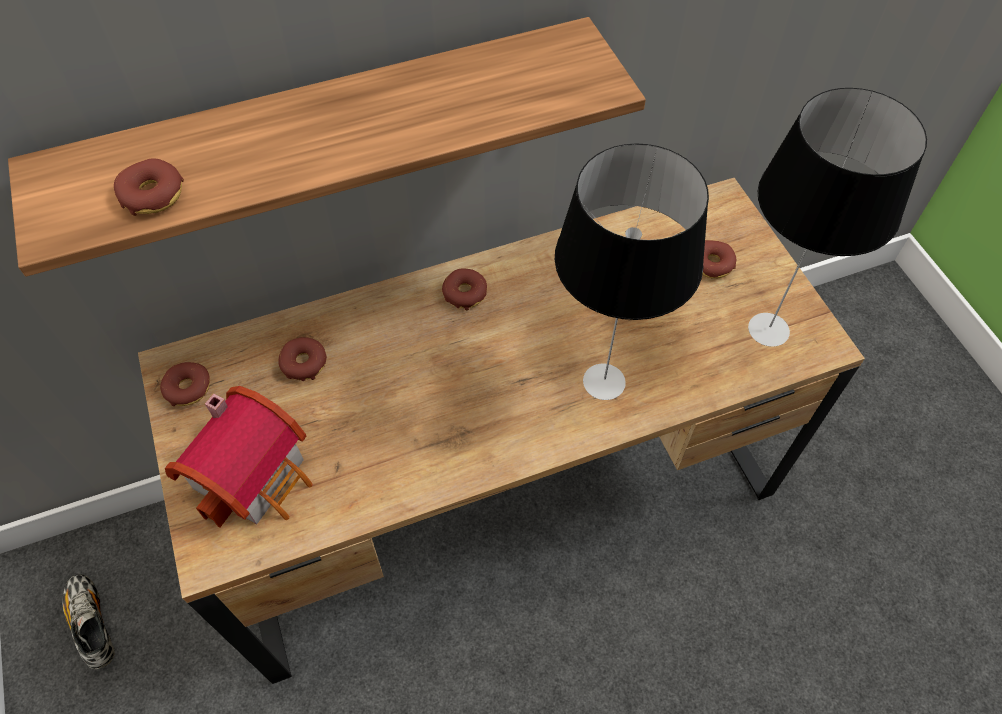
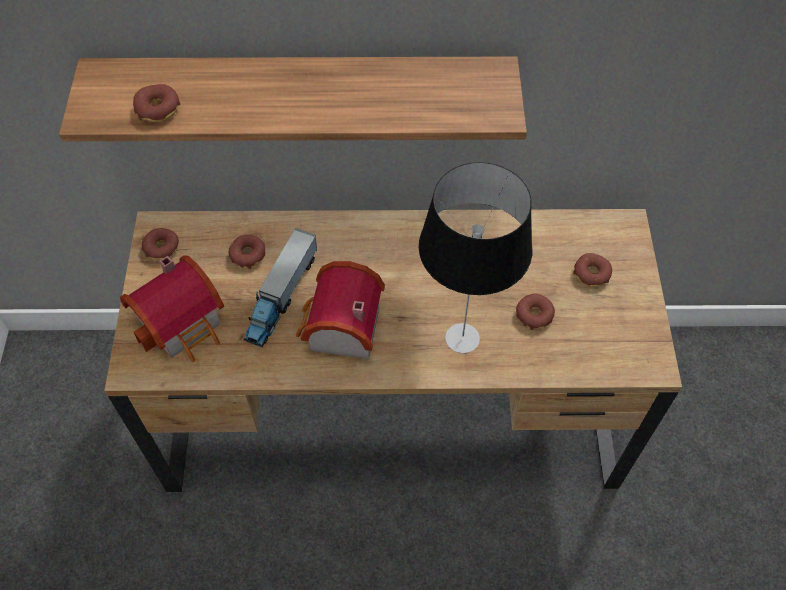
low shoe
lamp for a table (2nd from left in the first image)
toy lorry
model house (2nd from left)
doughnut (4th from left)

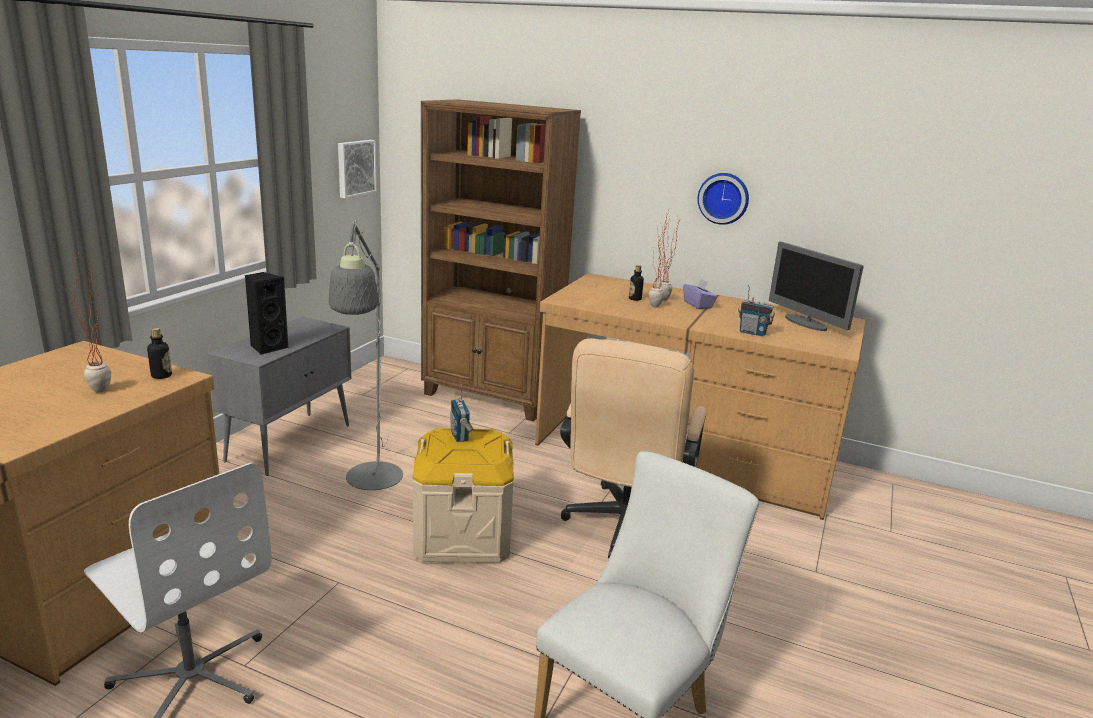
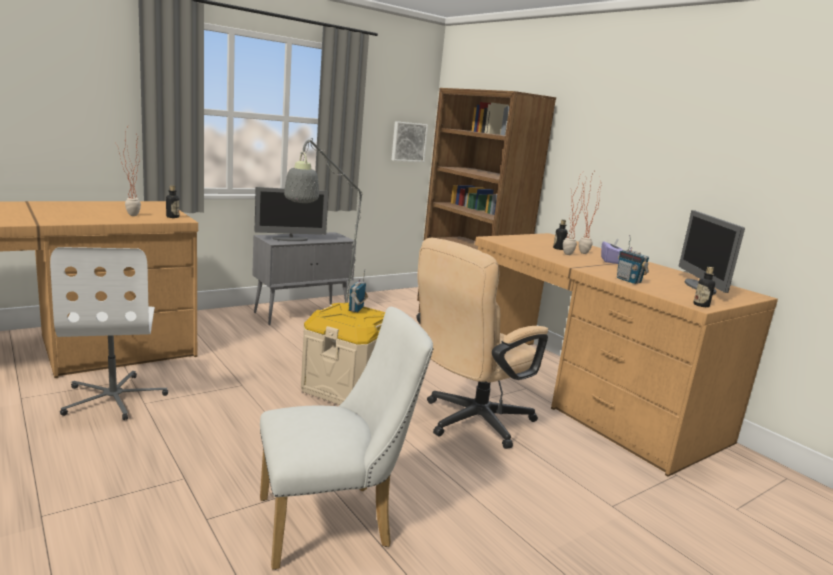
clock on the wall
bottle (3rd from left)
computer screen (1st from left)

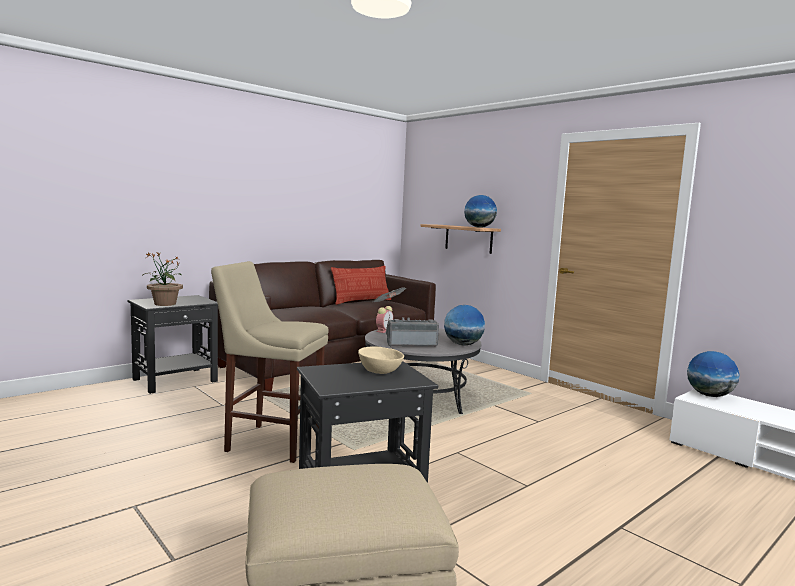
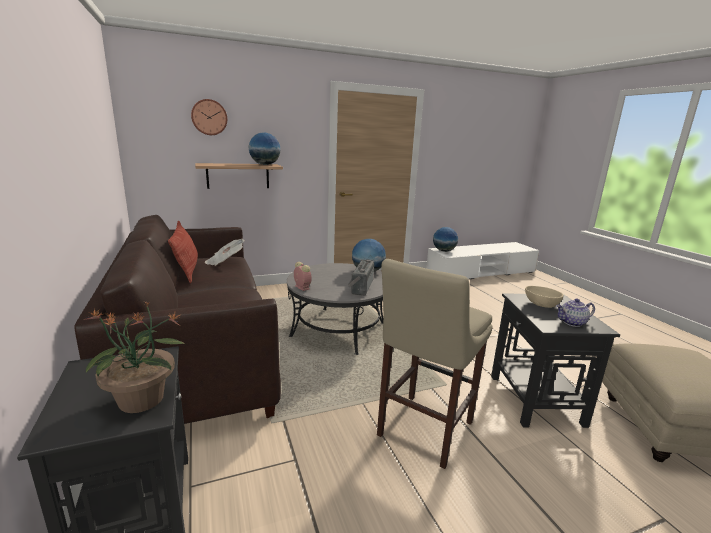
clock on the wall
tea pot

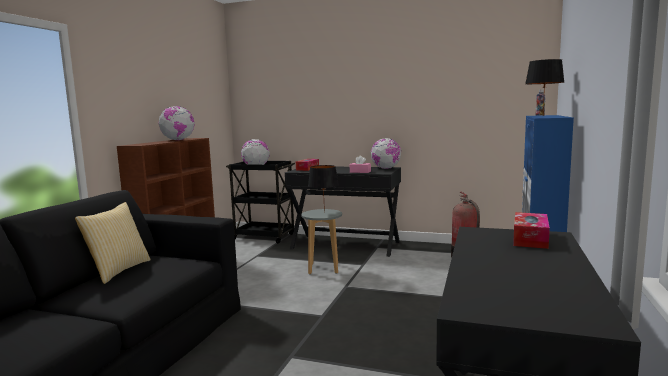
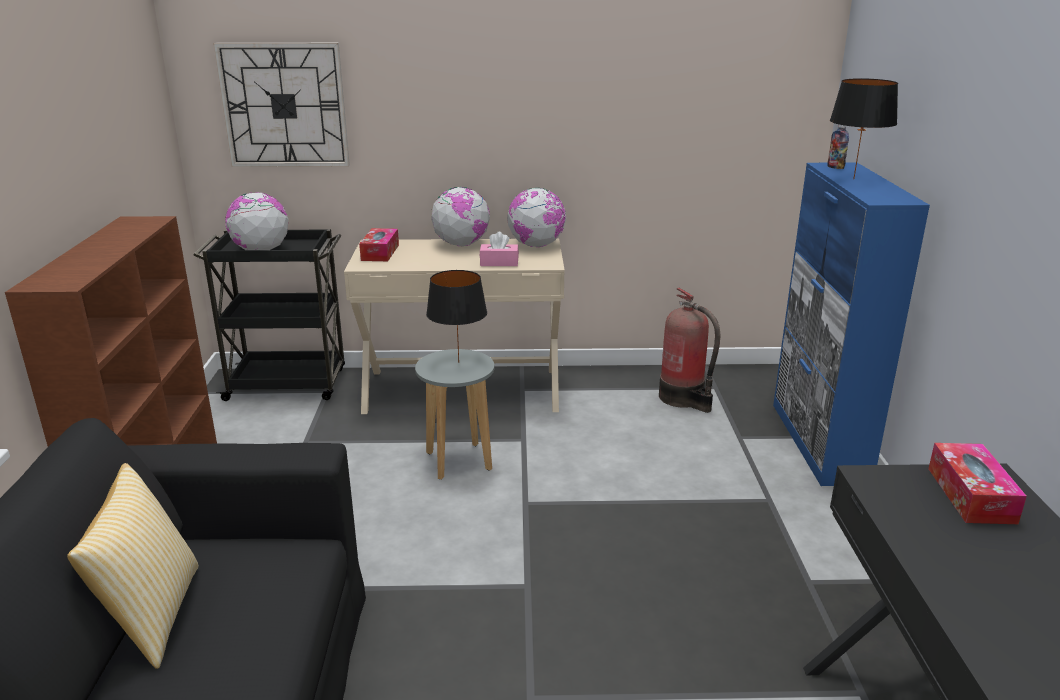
clock on the wall
world globe (2nd from left)
beige desk

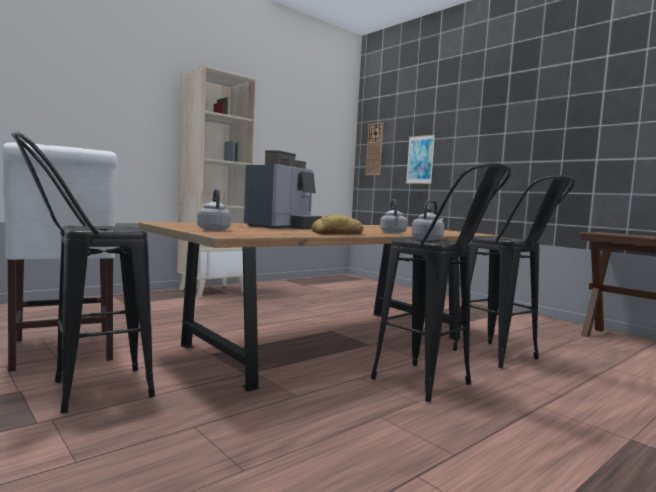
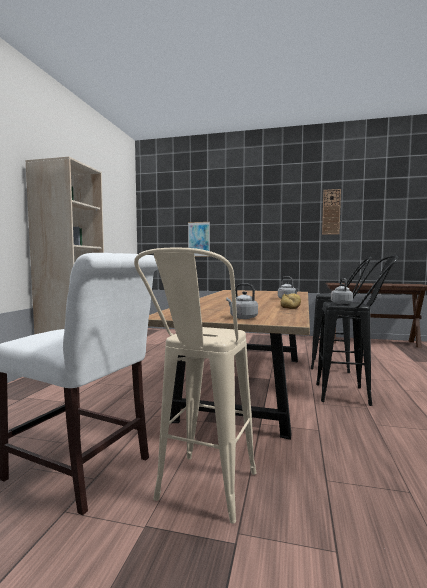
coffee machine
clock on the wall
beige sitting stool

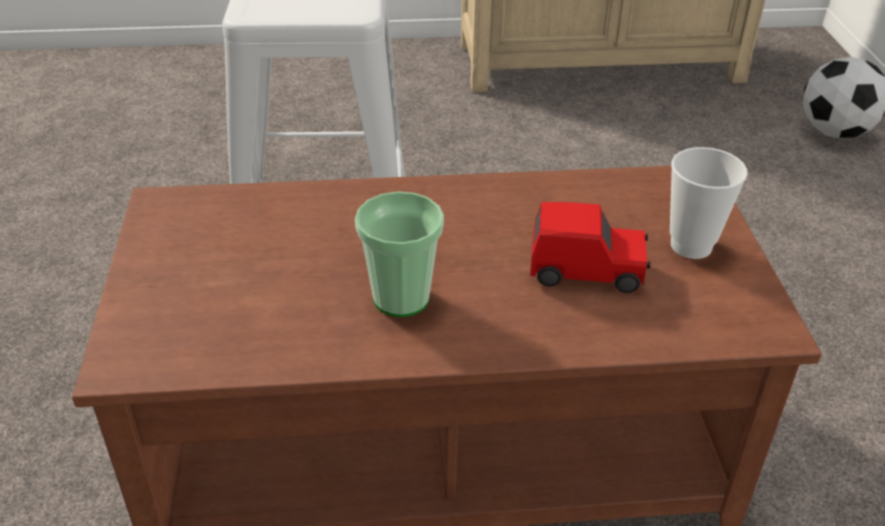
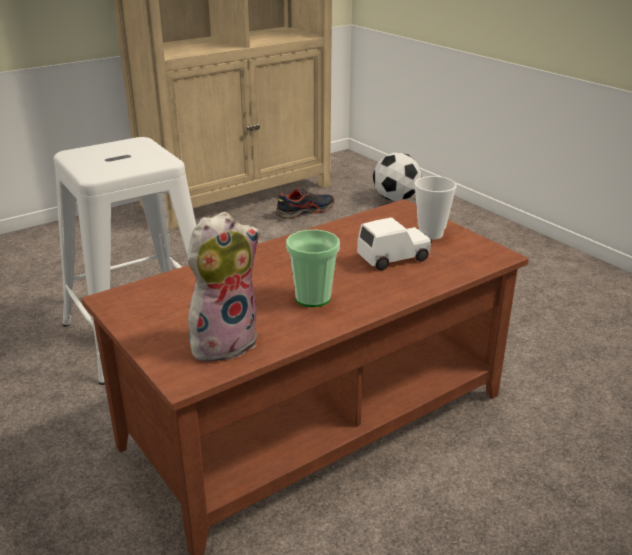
soft toy
low shoe
white-coloured toy car

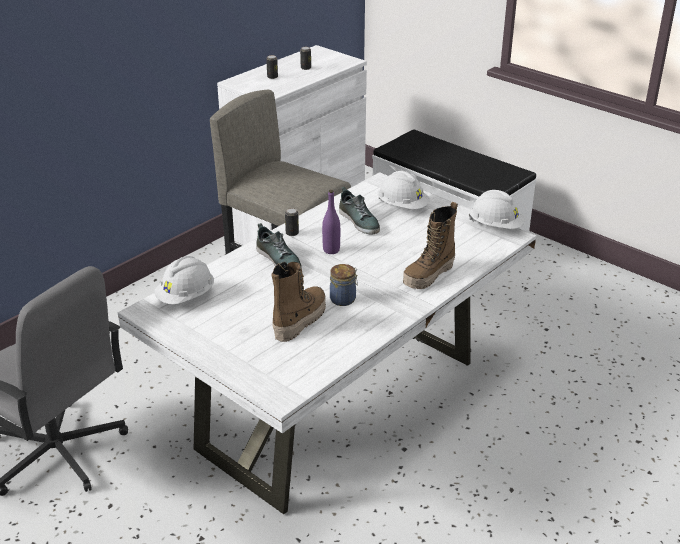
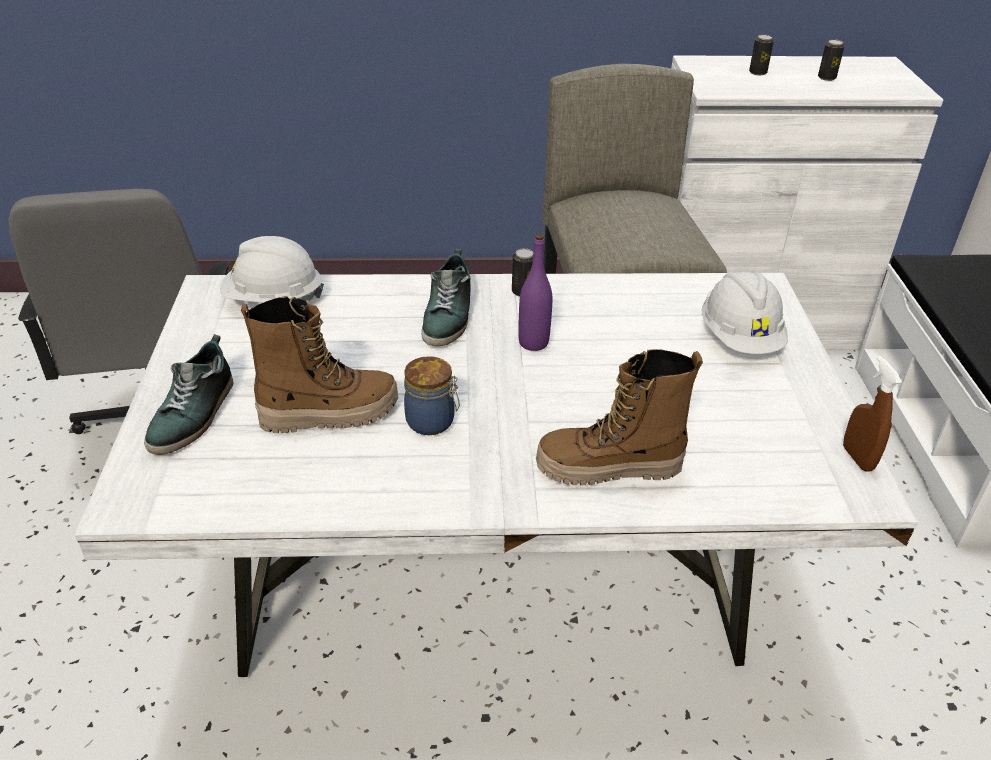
low shoe (1st from left)
brown-coloured spray bottle

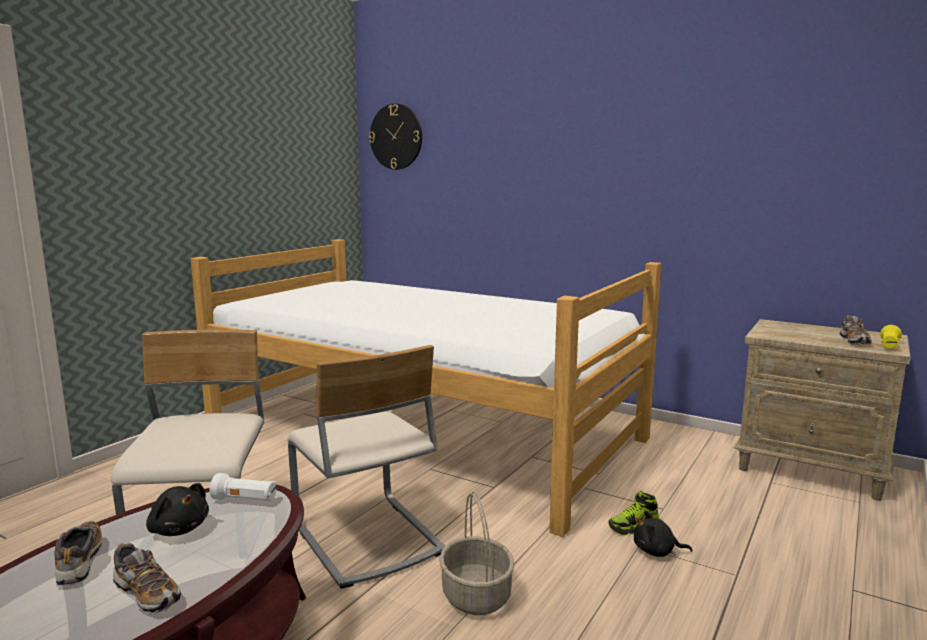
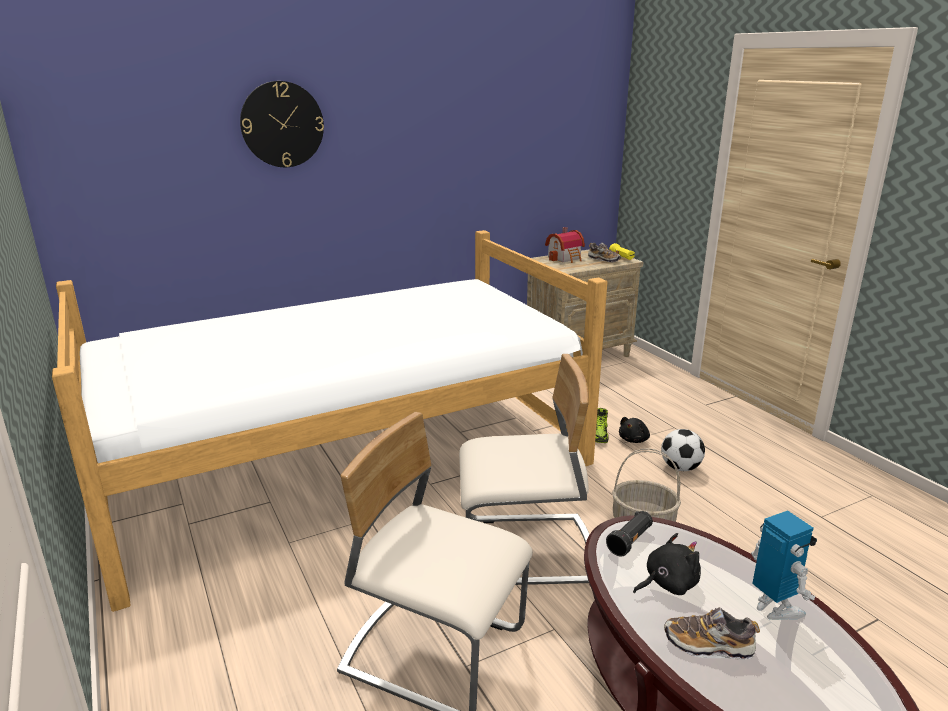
model house
football ball
clock on the wall
model robot
black-coloured flashlight

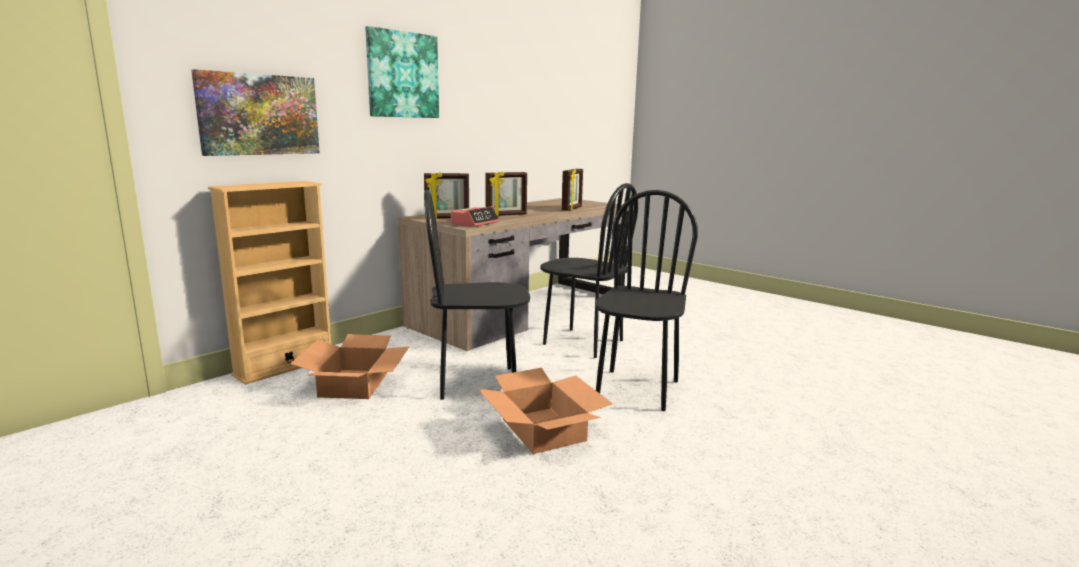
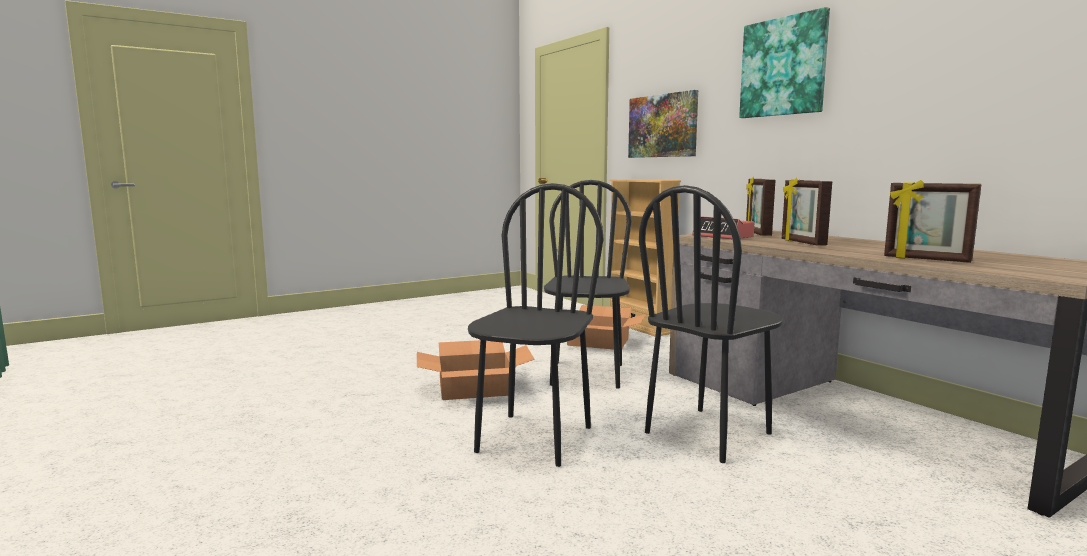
black-coloured chair (1st from left)

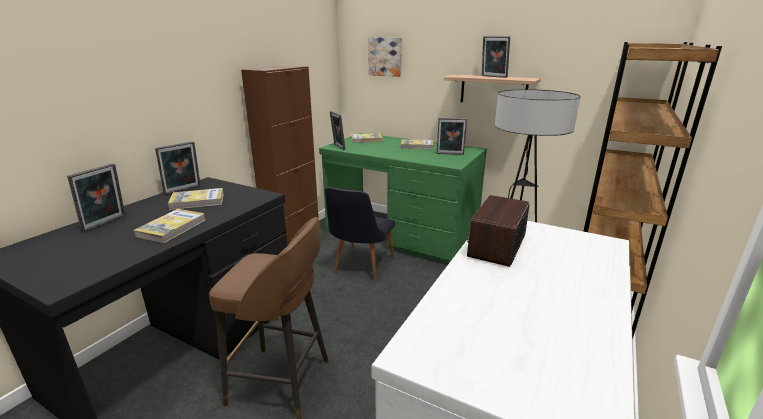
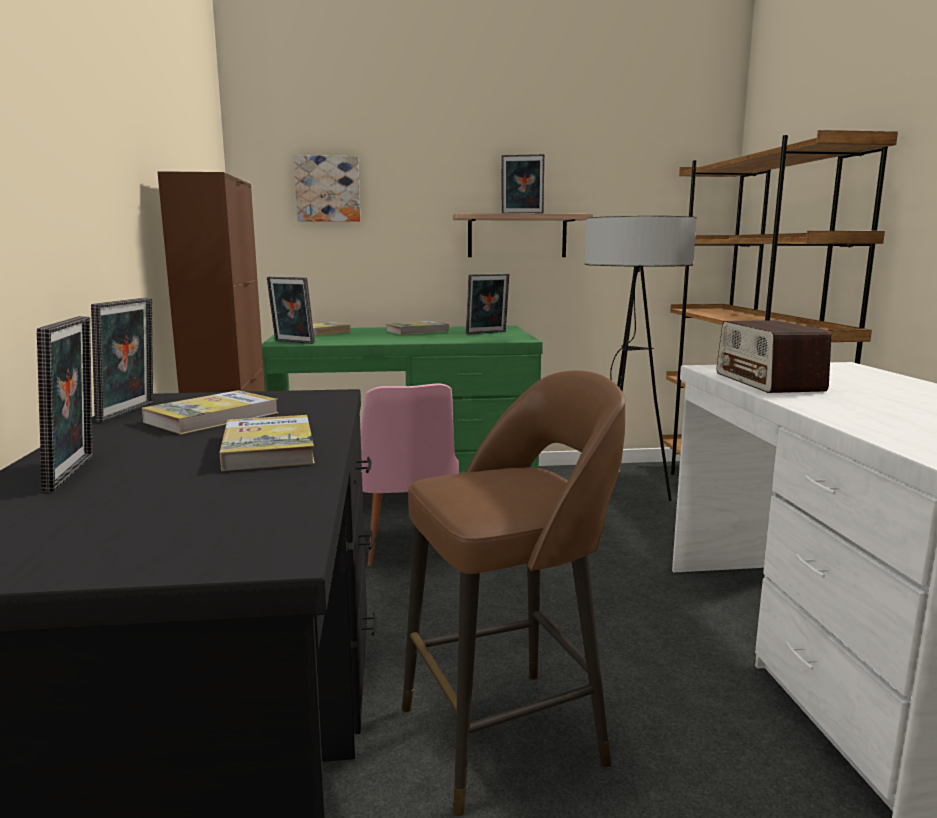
pinkish chair

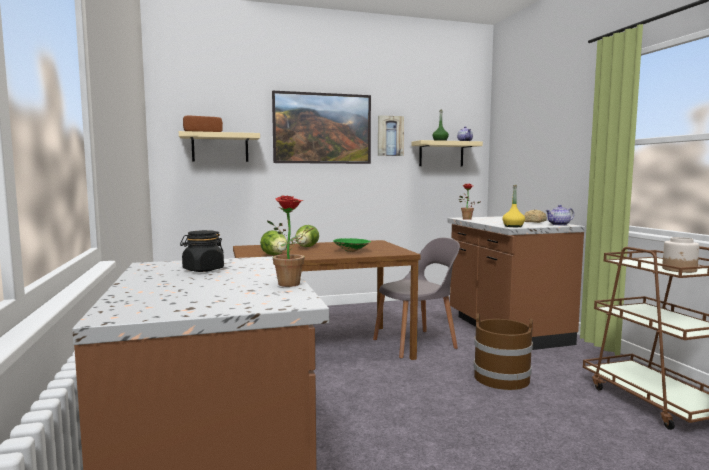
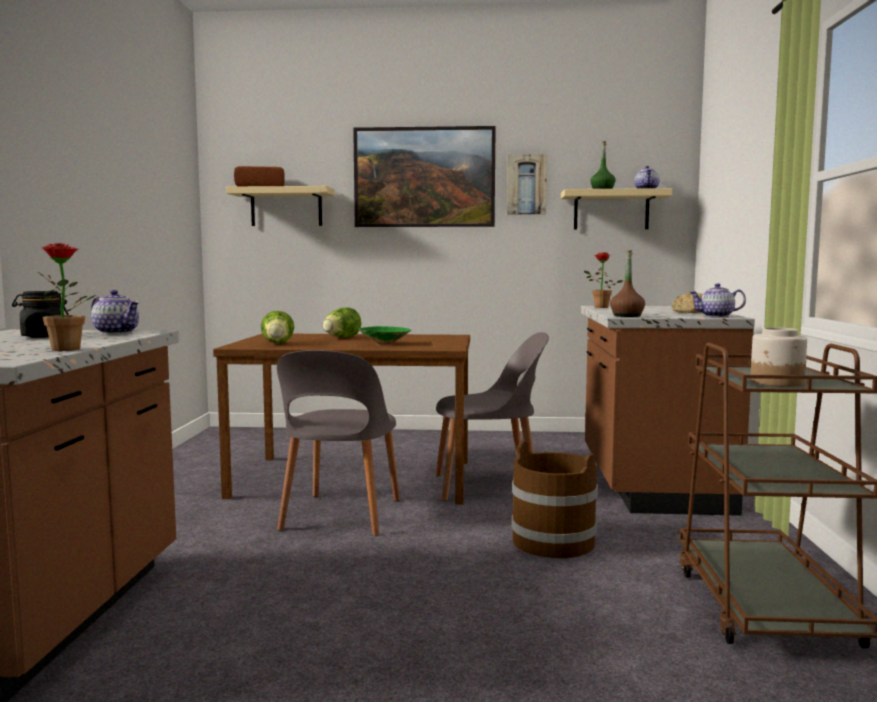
tea pot (1st from left)
greyish chair (1st from left)
brown-coloured bottle

